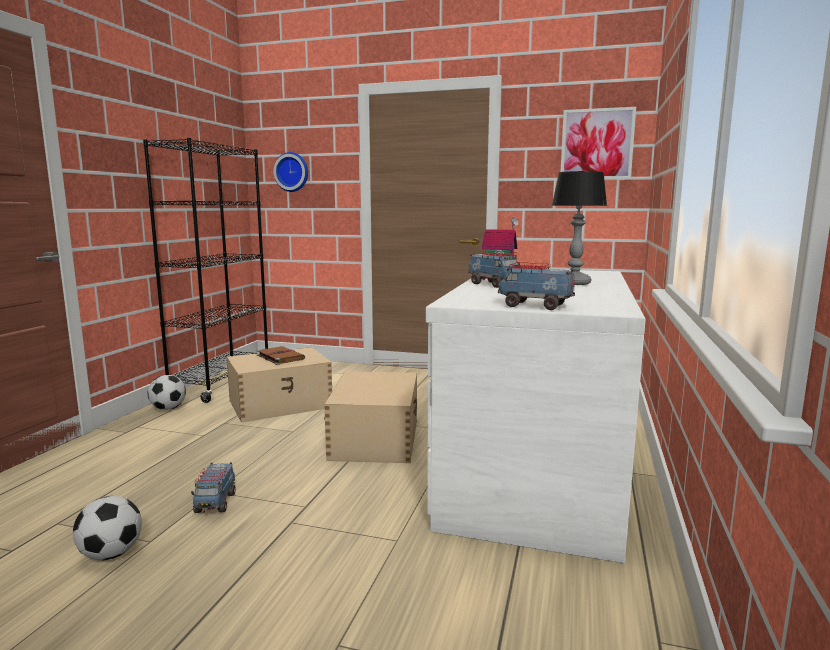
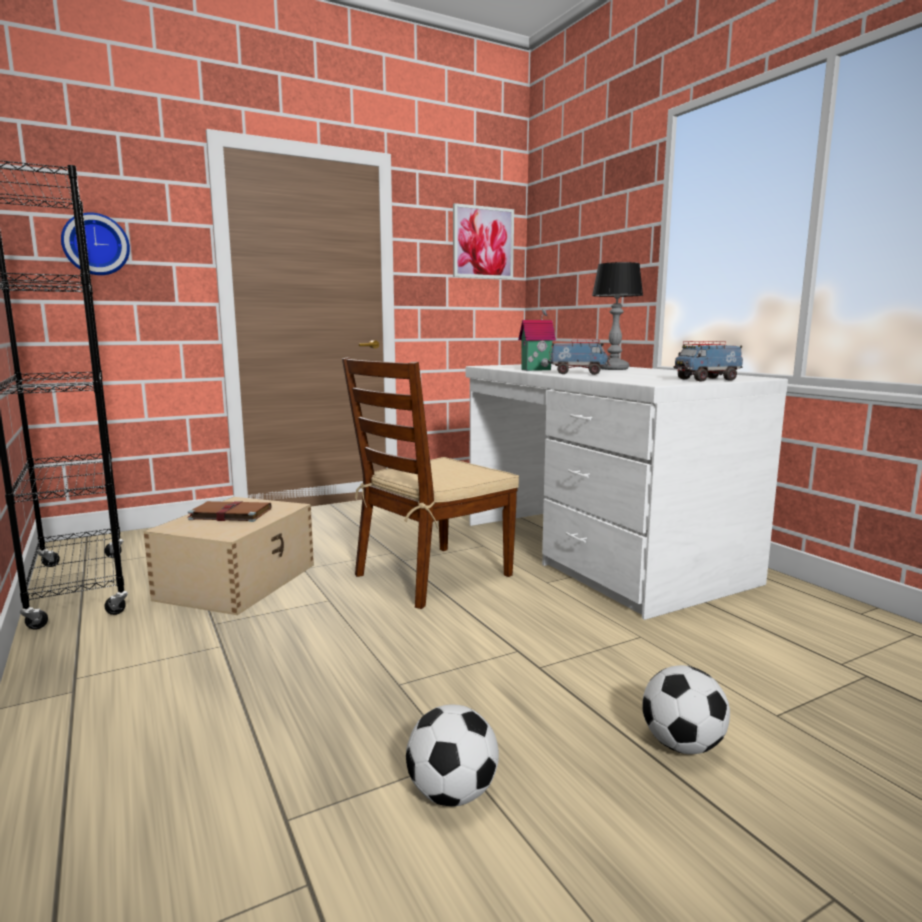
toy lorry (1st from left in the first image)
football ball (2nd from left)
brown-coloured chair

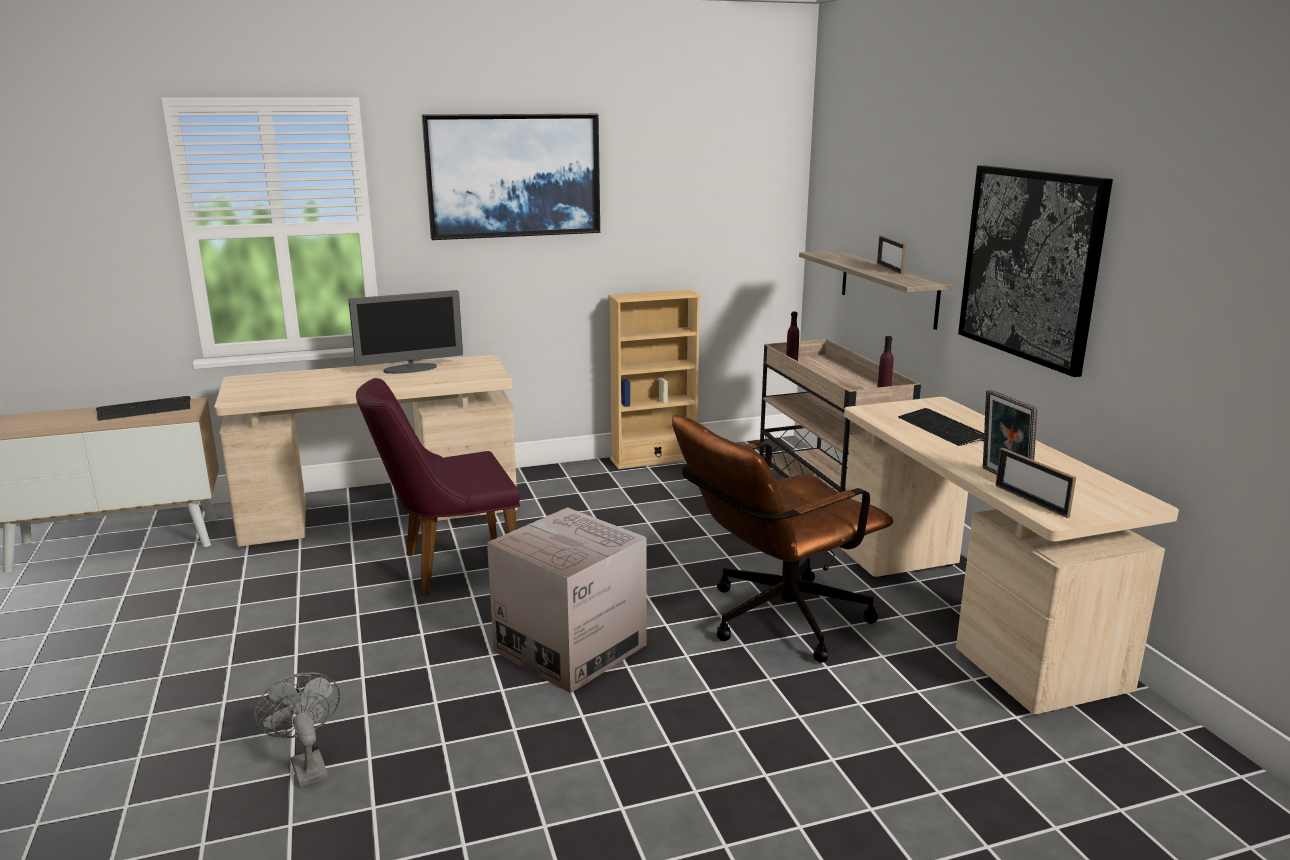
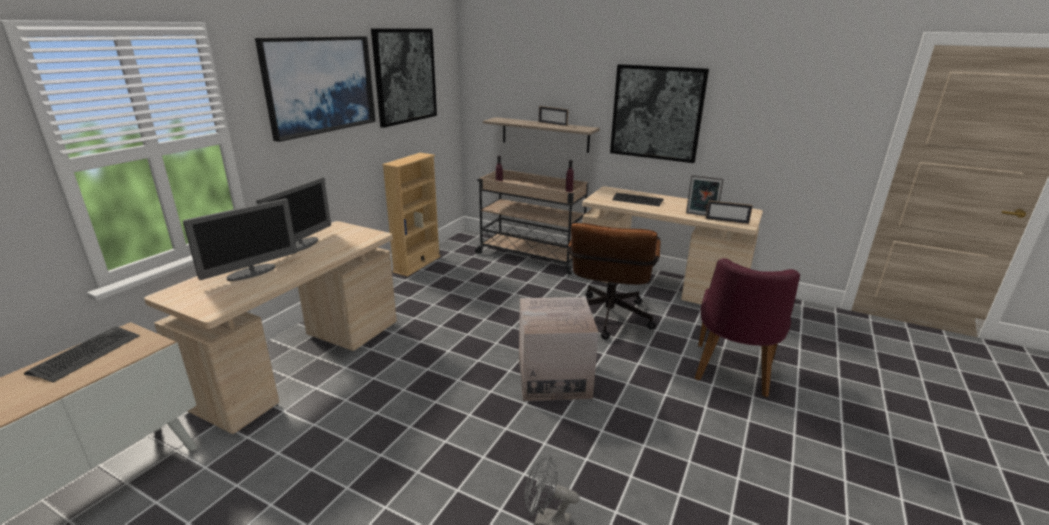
computer screen (1st from left)
picture (2nd from left)
purple-coloured chair

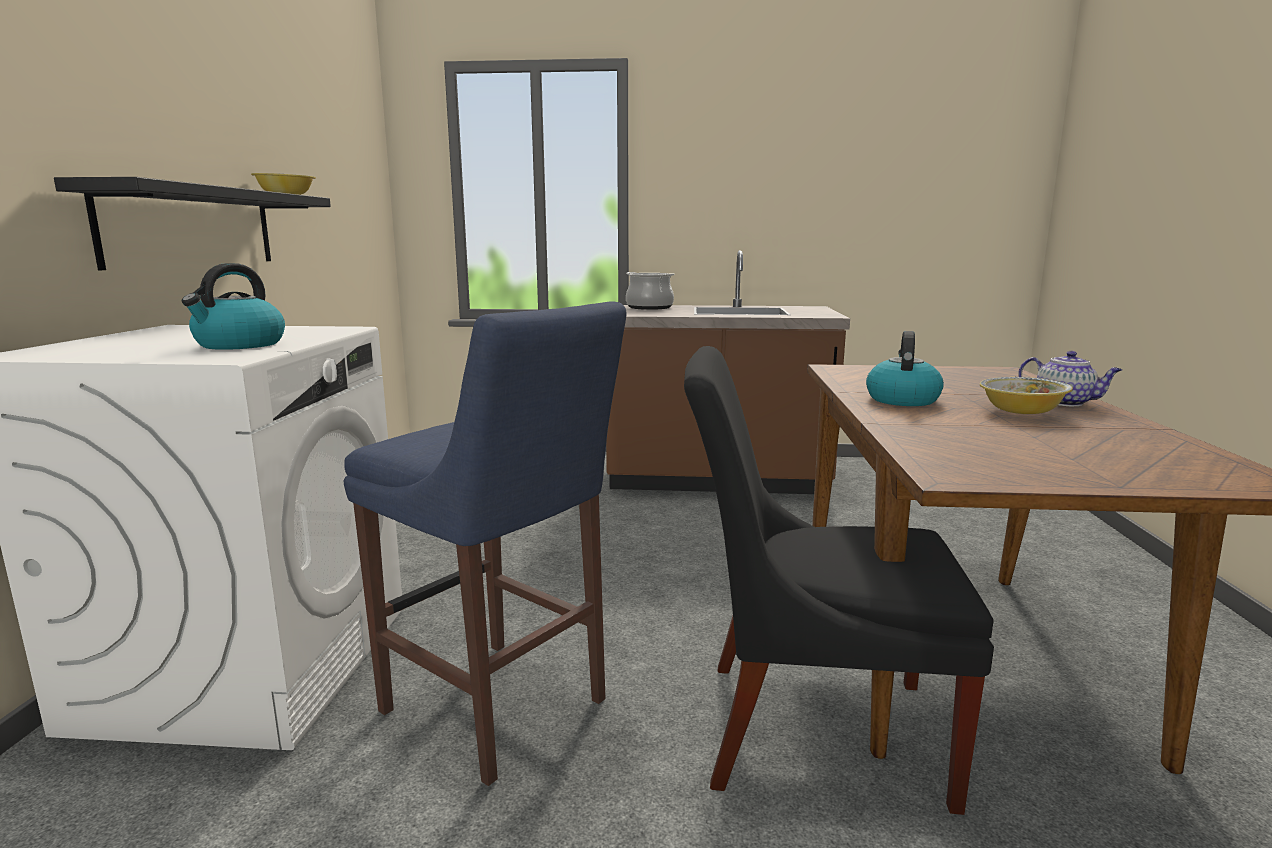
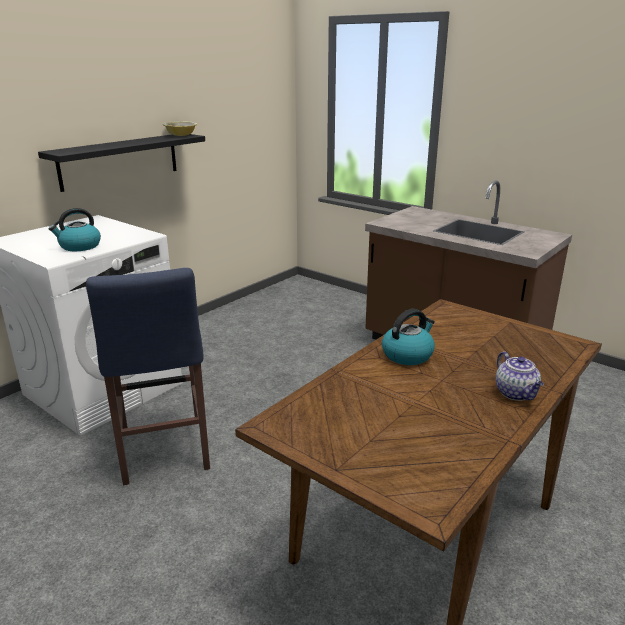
saucepot
black-coloured chair
bowl (2nd from left in the first image)

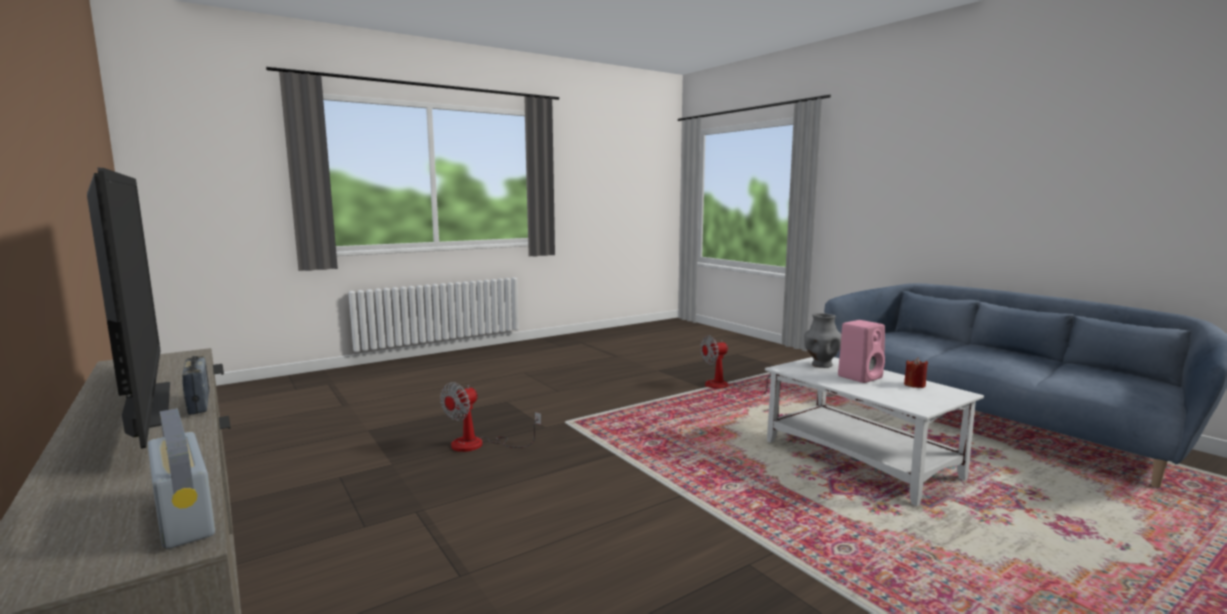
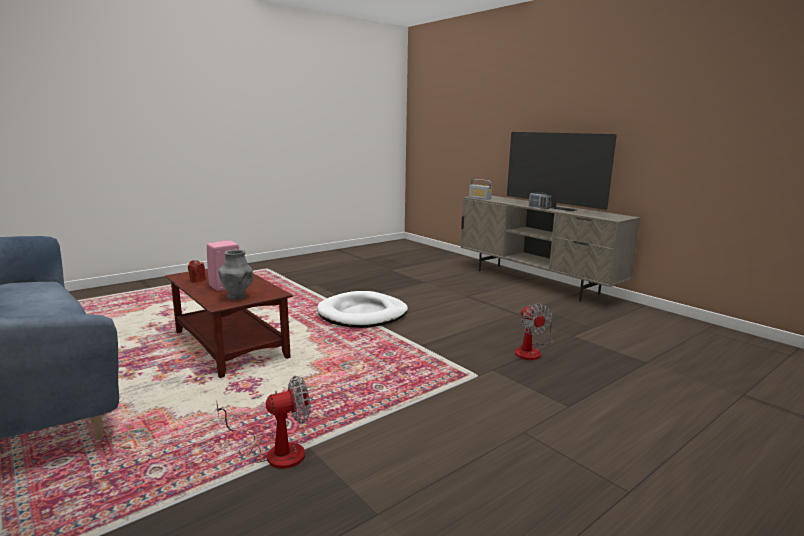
white-coloured dog cushion
brown-coloured coffee table
cooling fan (2nd from left)

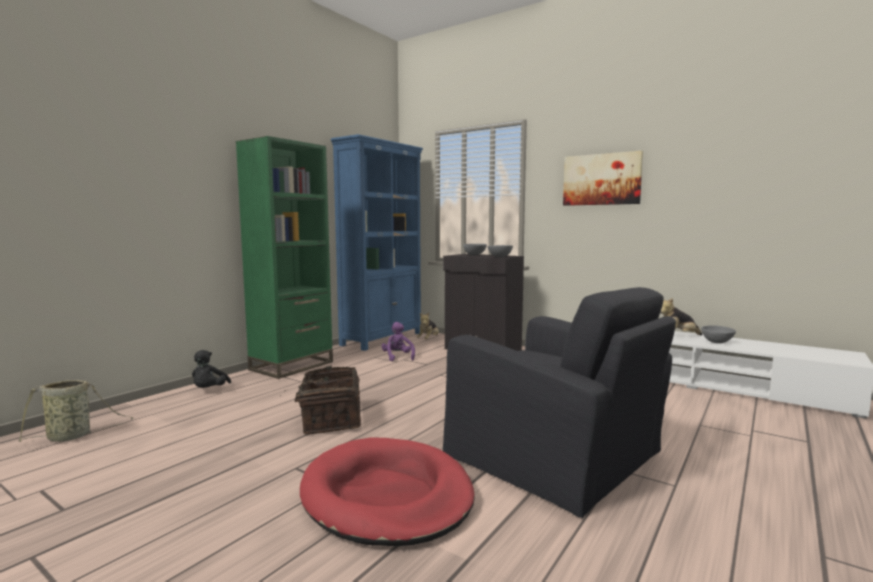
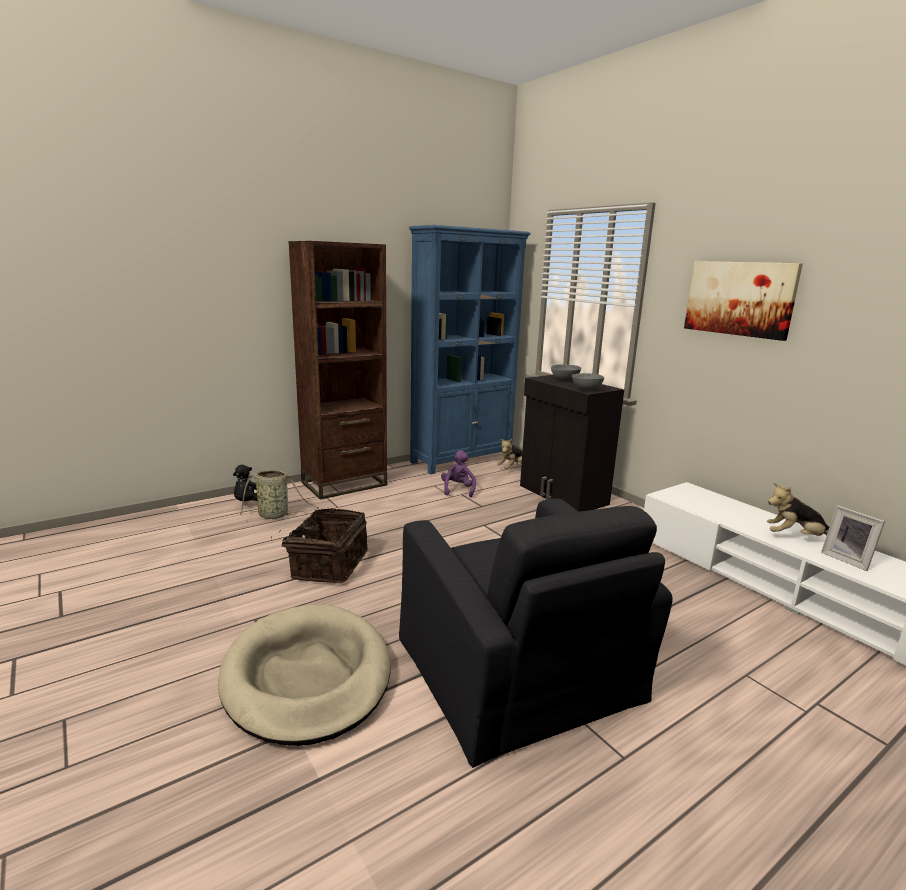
storage basket (1st from left)
picture frame
brown-coloured shelving unit
beige dog cushion

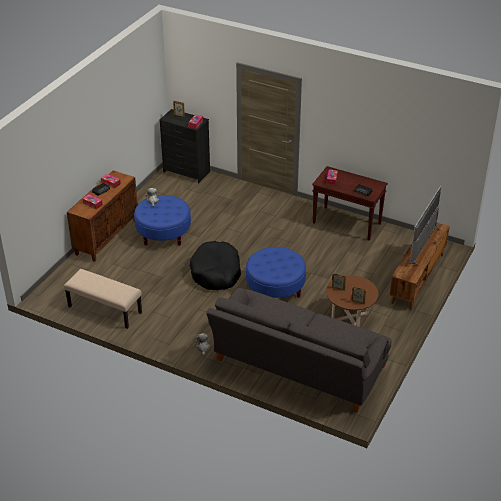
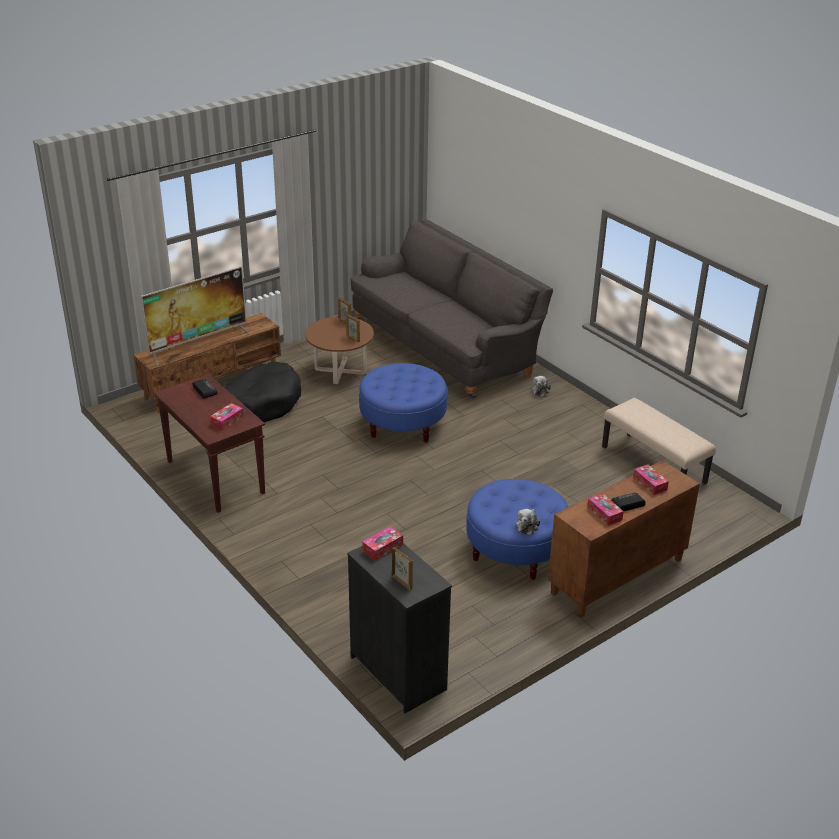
black-coloured dog cushion

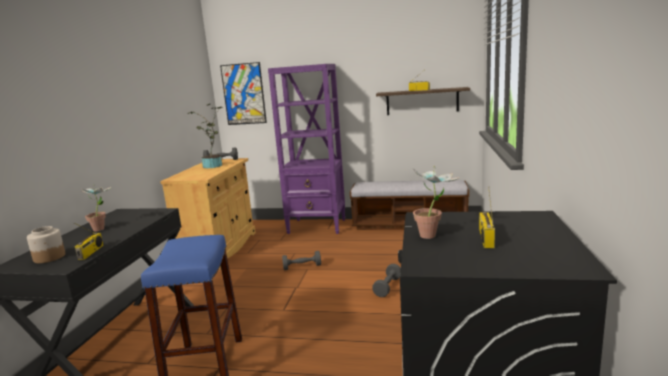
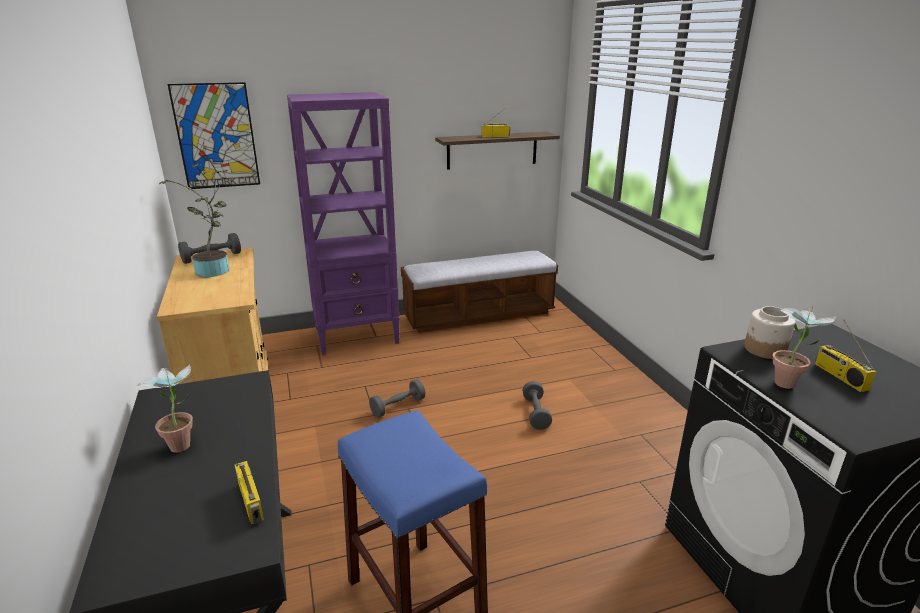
preserve jar

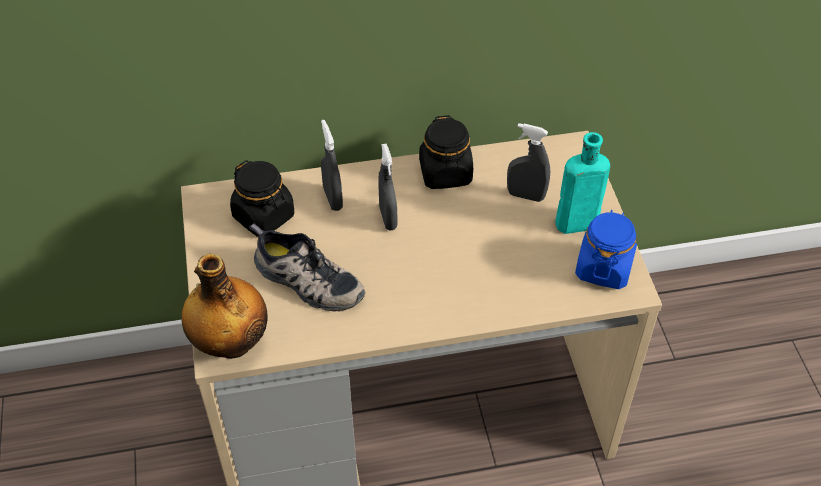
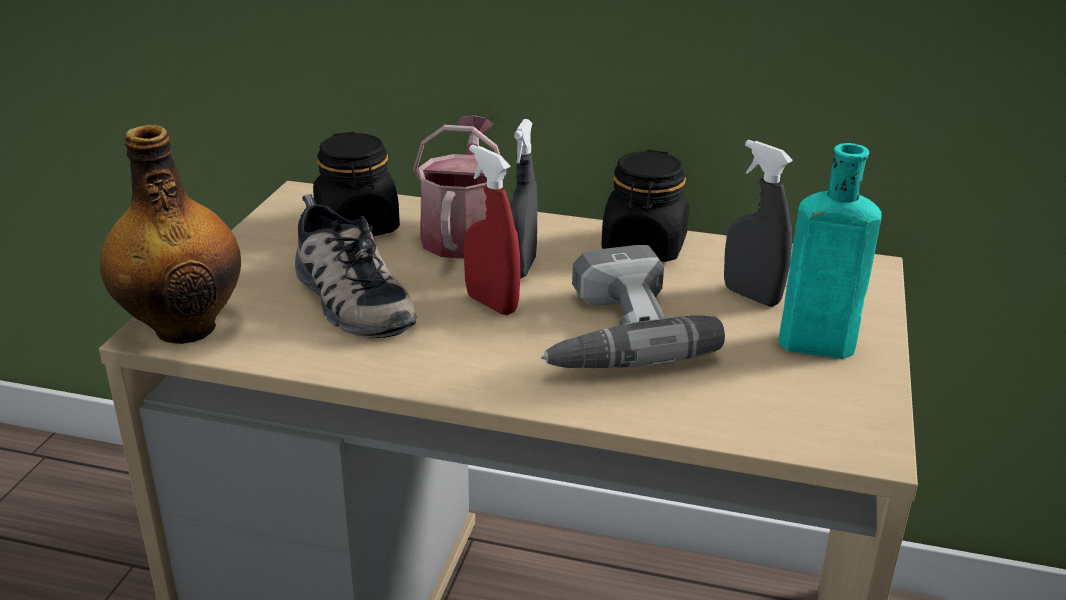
bluish preserve jar
reddish spray bottle
power drill
watering pot

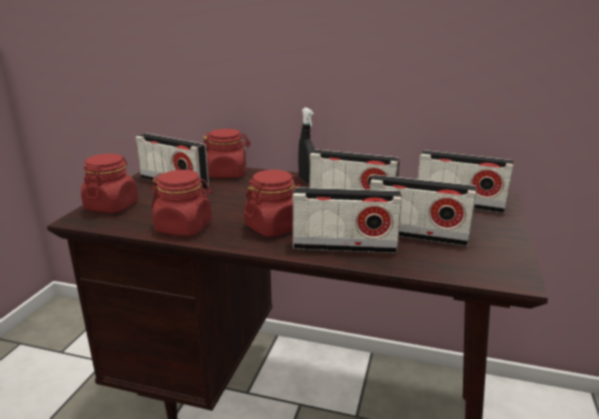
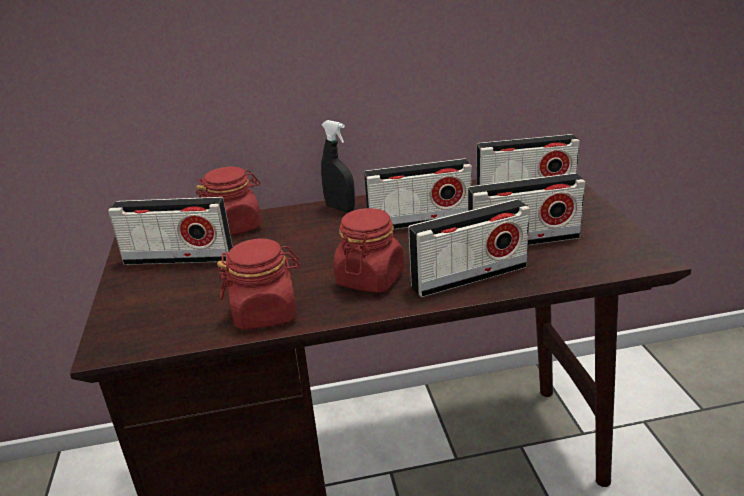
reddish preserve jar (1st from left in the first image)

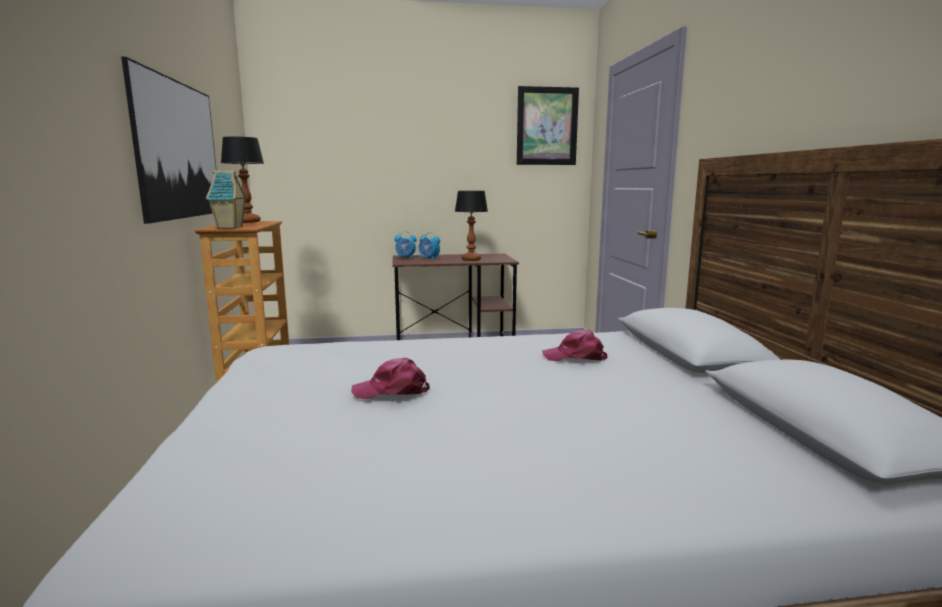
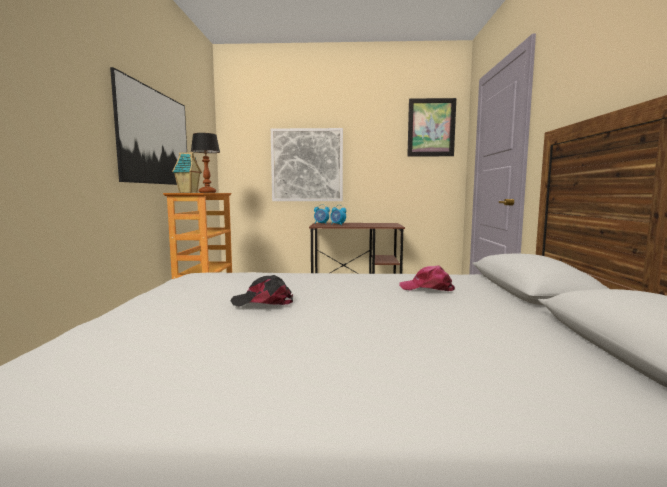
lamp for a table (2nd from left in the first image)
picture (2nd from left)
black-coloured baseball cap

